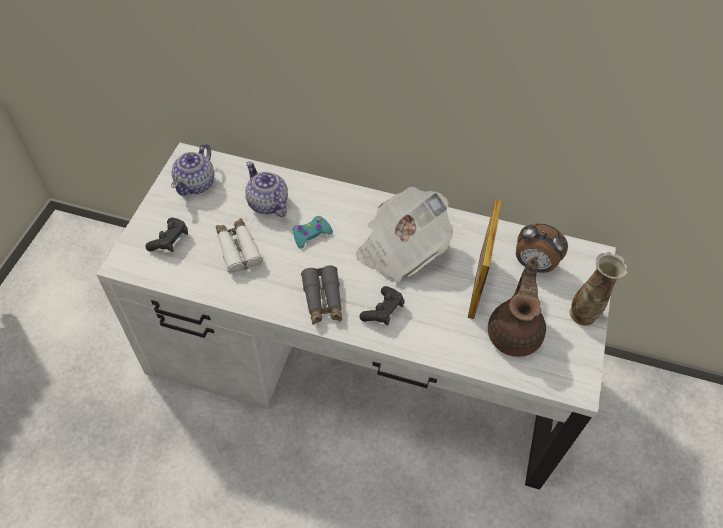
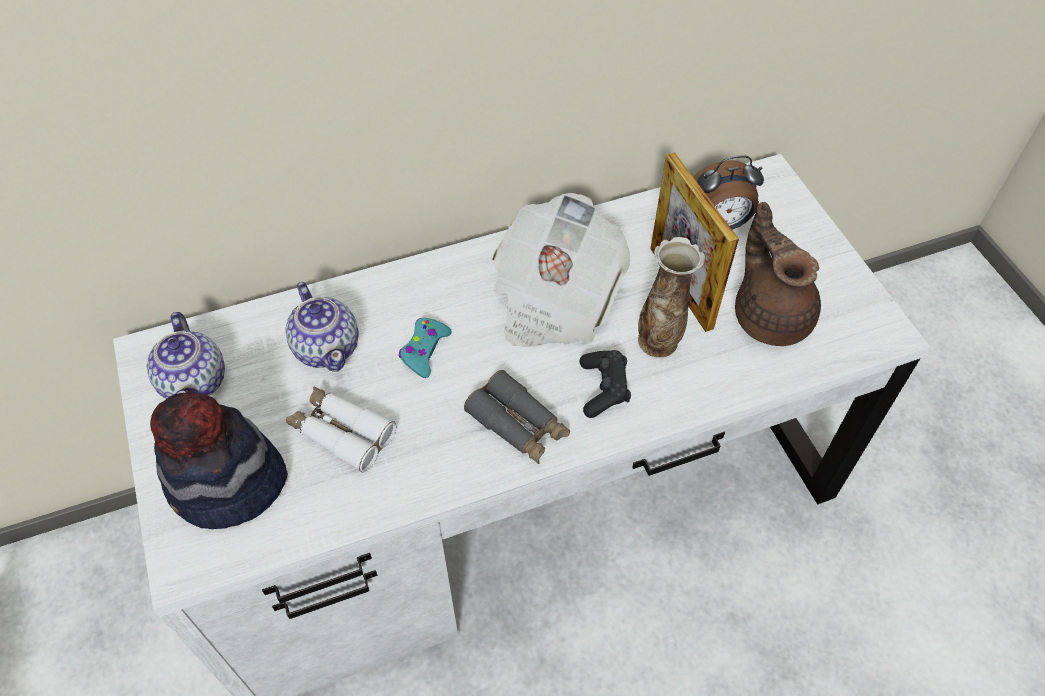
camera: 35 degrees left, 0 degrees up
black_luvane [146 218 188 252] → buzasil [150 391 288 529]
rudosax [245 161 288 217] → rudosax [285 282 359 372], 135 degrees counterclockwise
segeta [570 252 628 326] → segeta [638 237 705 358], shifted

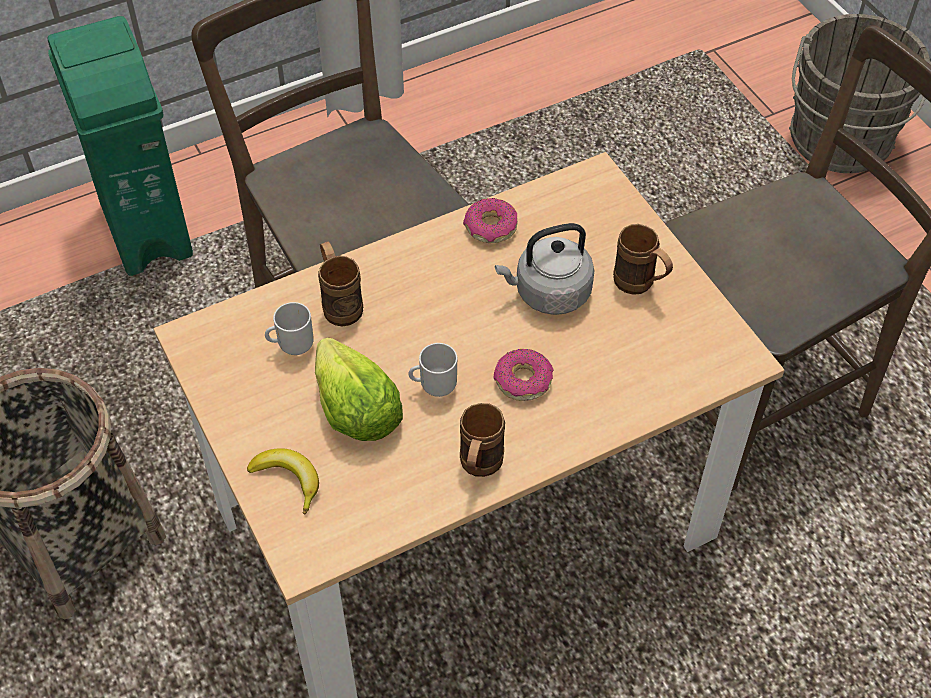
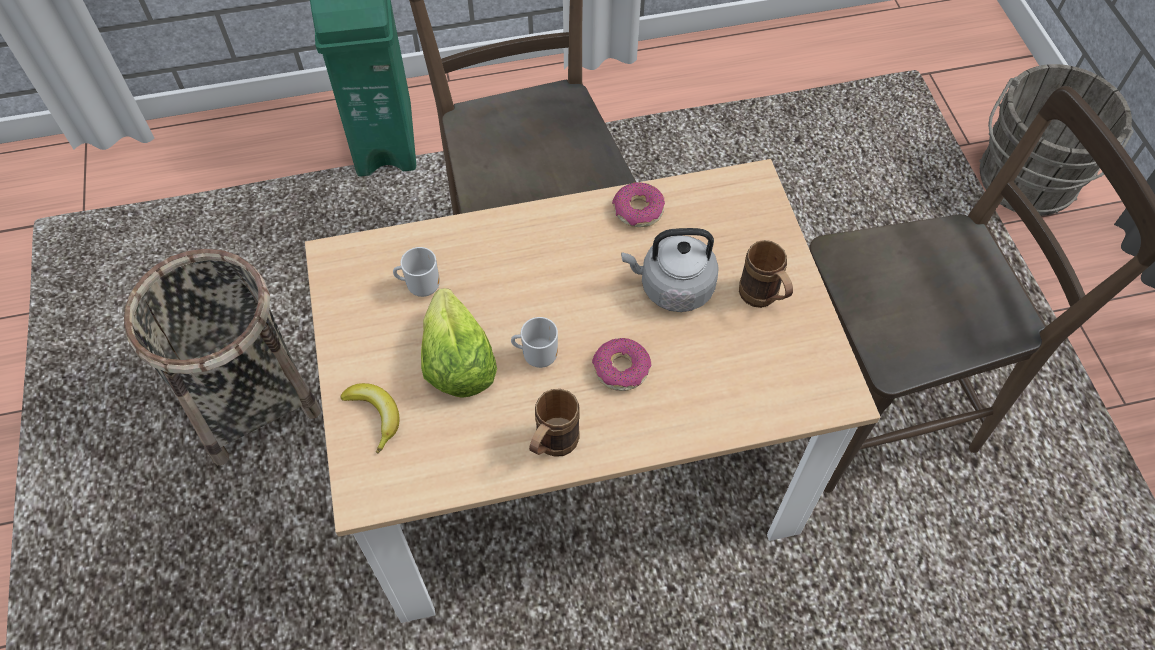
camera: 15 degrees right, 5 degrees up
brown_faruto [318 241 363 326] → -

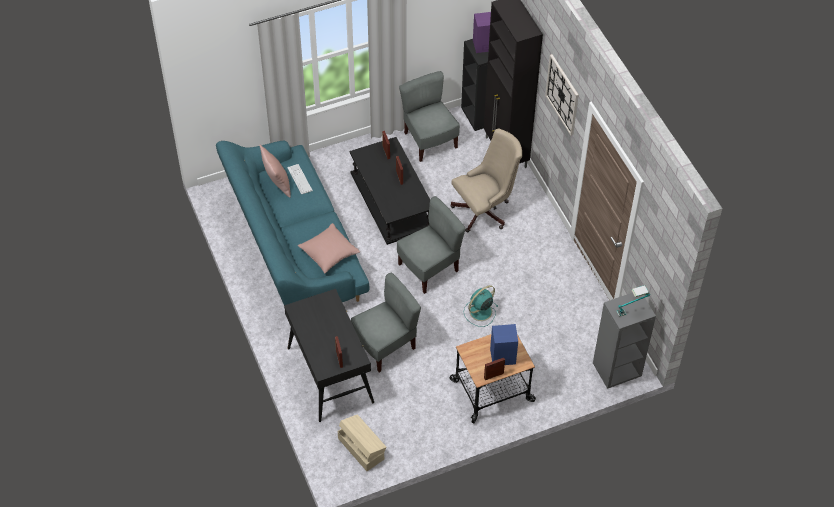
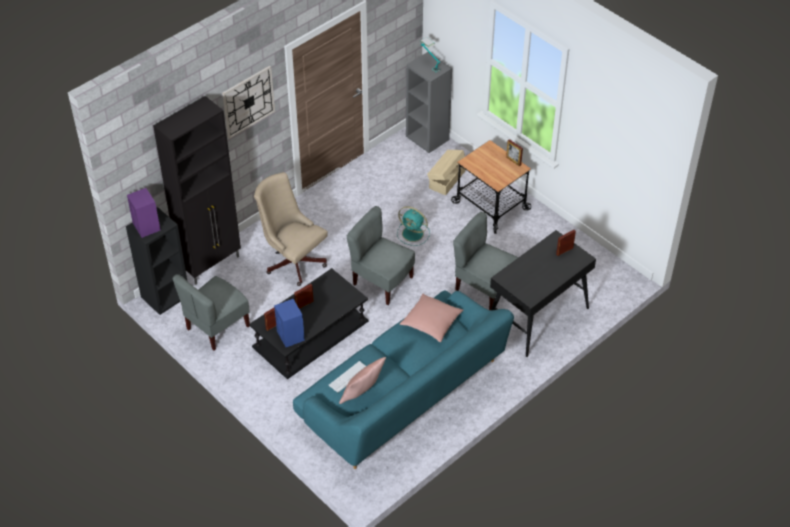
camera: 110 degrees left, 5 degrees down
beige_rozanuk [338 414 386 471] → beige_rozanuk [427 150 466 195], shifted
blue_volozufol [490 324 518 365] → blue_volozufol [274 299 305 347], shifted

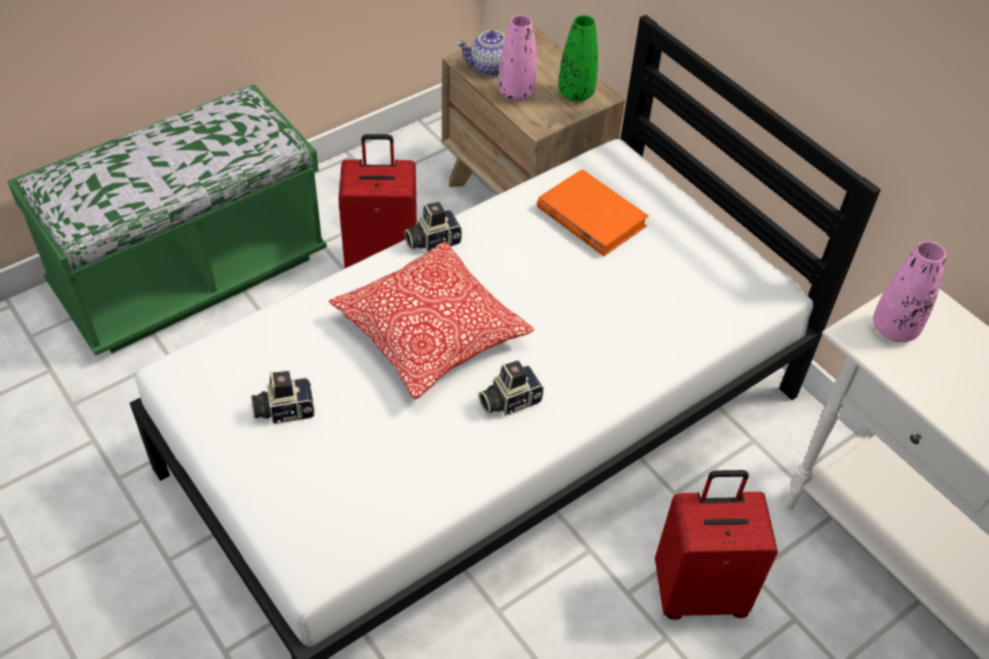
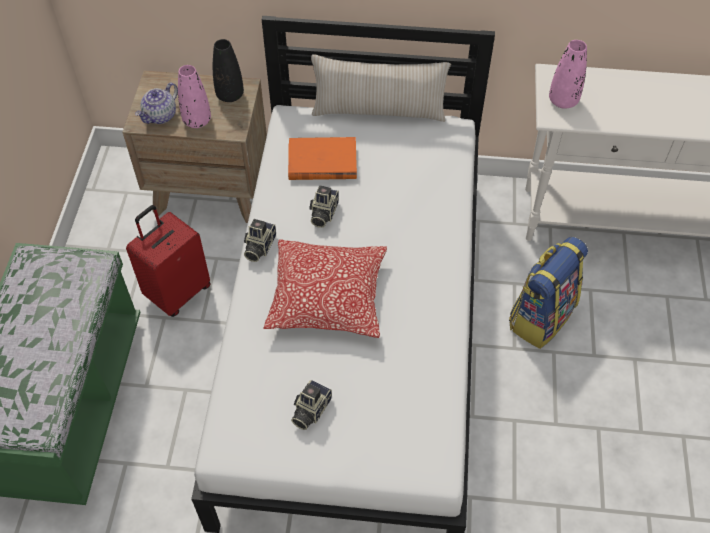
camera: 45 degrees left, 5 degrees up
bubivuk [479 361 544 416] → bubivuk [309 185 339 228], shifted
green_segeta [558 15 598 101] → black_segeta [213 39 244 102]
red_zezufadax [655 470 778 620] → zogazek [509 237 588 349]
- → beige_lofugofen [311 54 451 122]

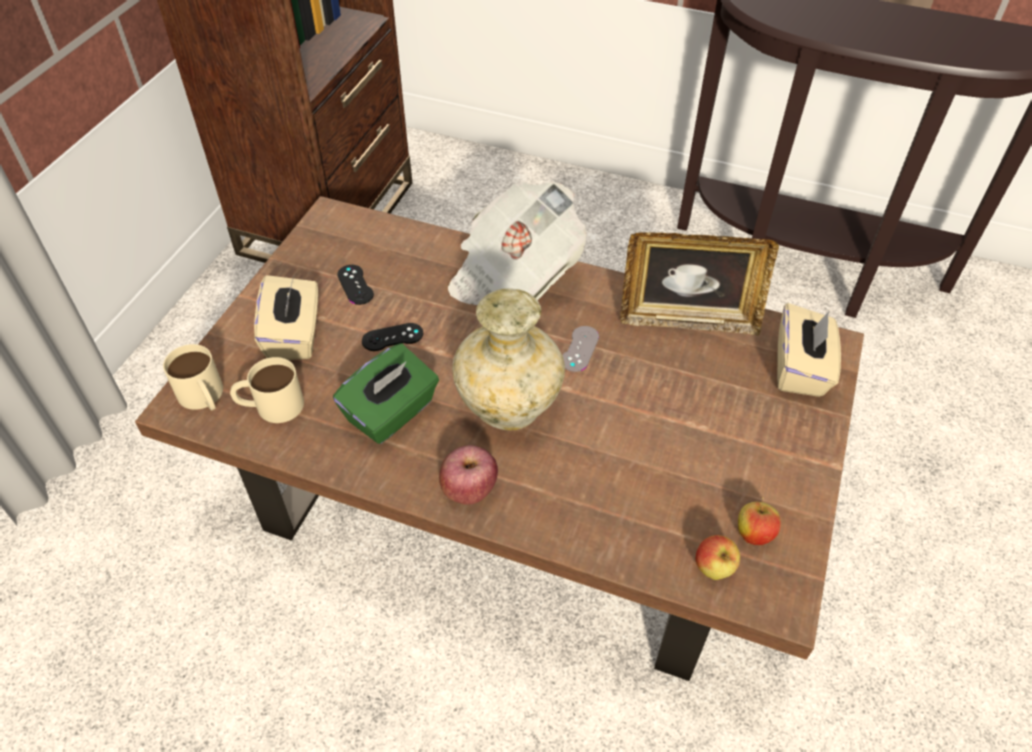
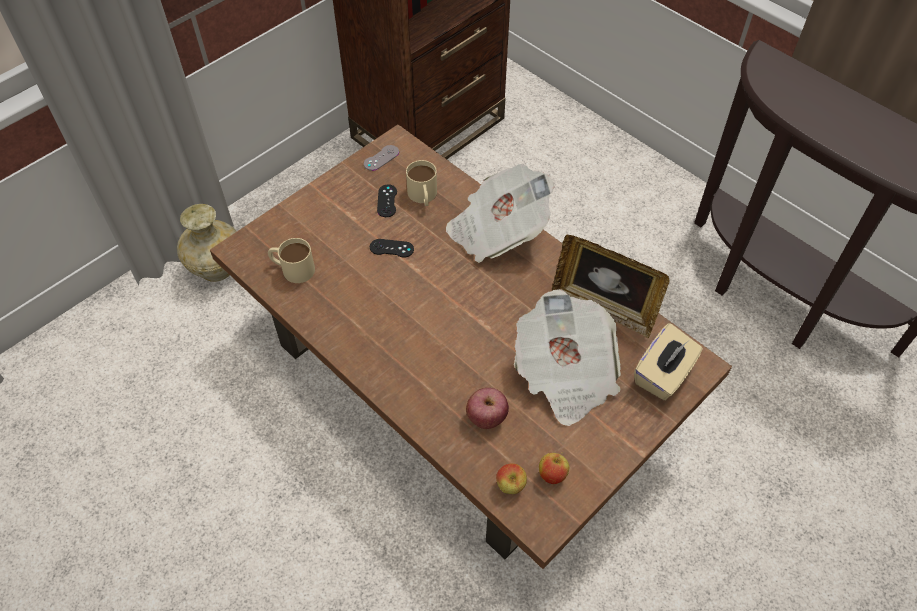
camera: 25 degrees right, 5 degrees up
beige_faruto [163 344 223 411] → beige_faruto [406 160 437 206], shifted
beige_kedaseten [254 275 318 360] → -
green_kedaseten [333 343 439 444] → -
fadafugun [439 445 498 505] → fadafugun [466 388 509 429], shifted
beige_segeta [452 288 565 431] → beige_segeta [177 204 237 282], shifted
grey_luvane [563 326 599 372] → grey_luvane [364 145 399 171], shifted
- → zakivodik [514 289 621 426]

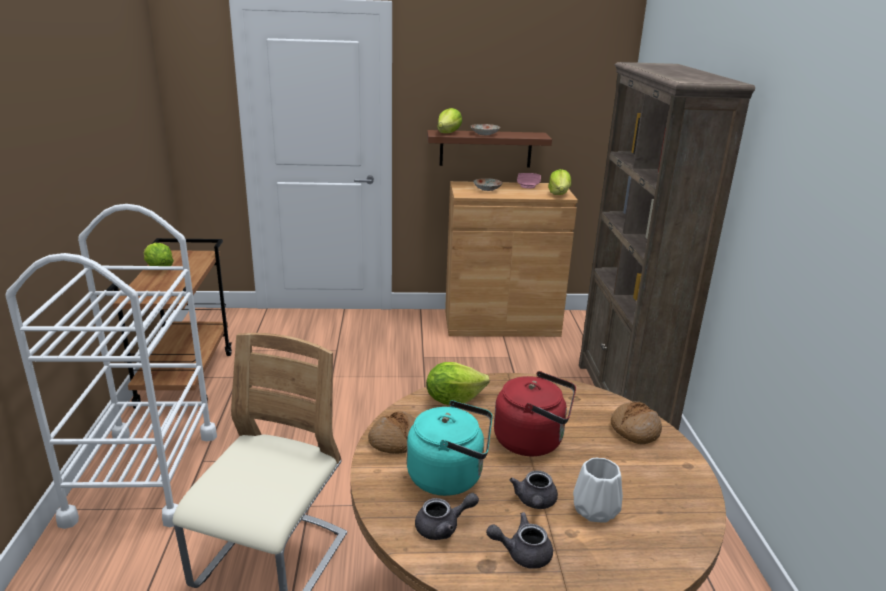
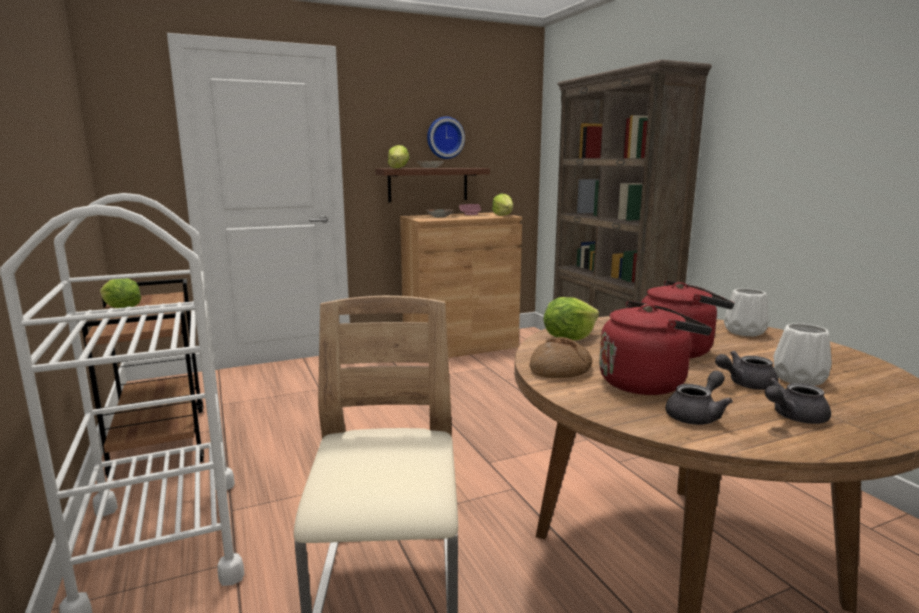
camera: 20 degrees left, 10 degrees down
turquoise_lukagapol [407 400 493 496] → red_lukagapol [599 301 712 395]
grey_rudosax [510 471 558 509] → grey_rudosax [715 351 779 390], 90 degrees clockwise
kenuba [611 401 662 444] → white_segeta [724 288 768 336]
- → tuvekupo [427 116 465 159]

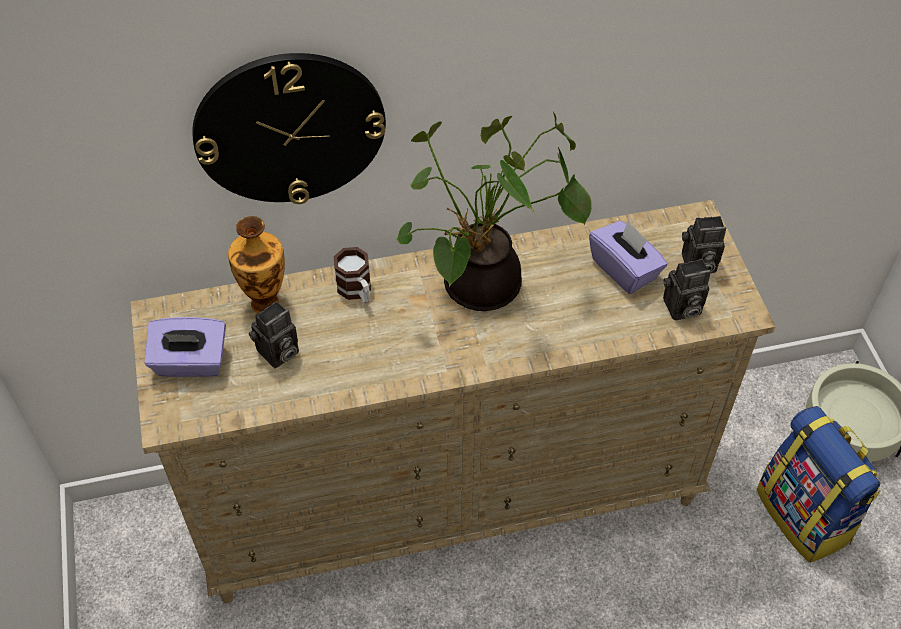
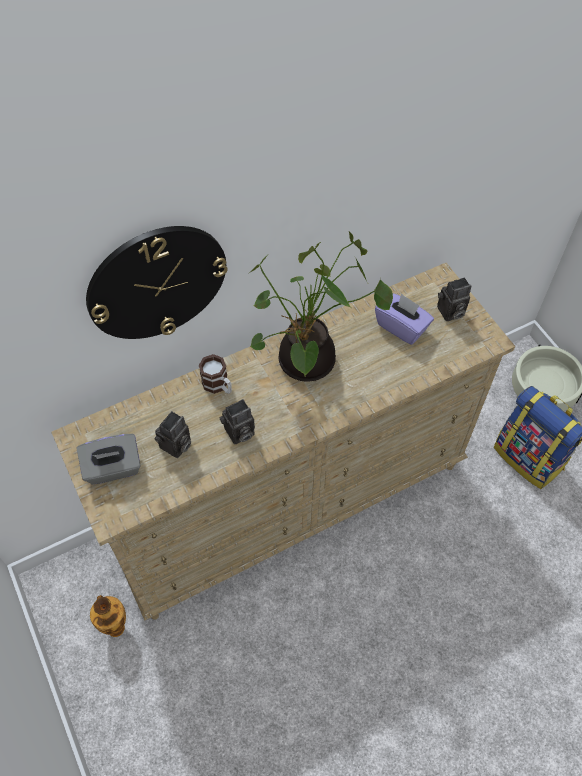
camera: 15 degrees left, 5 degrees up
purple_kedaseten [145 317 226 377] → grey_kedaseten [76 434 141 485]
segeta [228 216 285 313] → segeta [90 595 126 637], shifted
bubivuk [663 259 711 320] → bubivuk [219 399 255 444], shifted

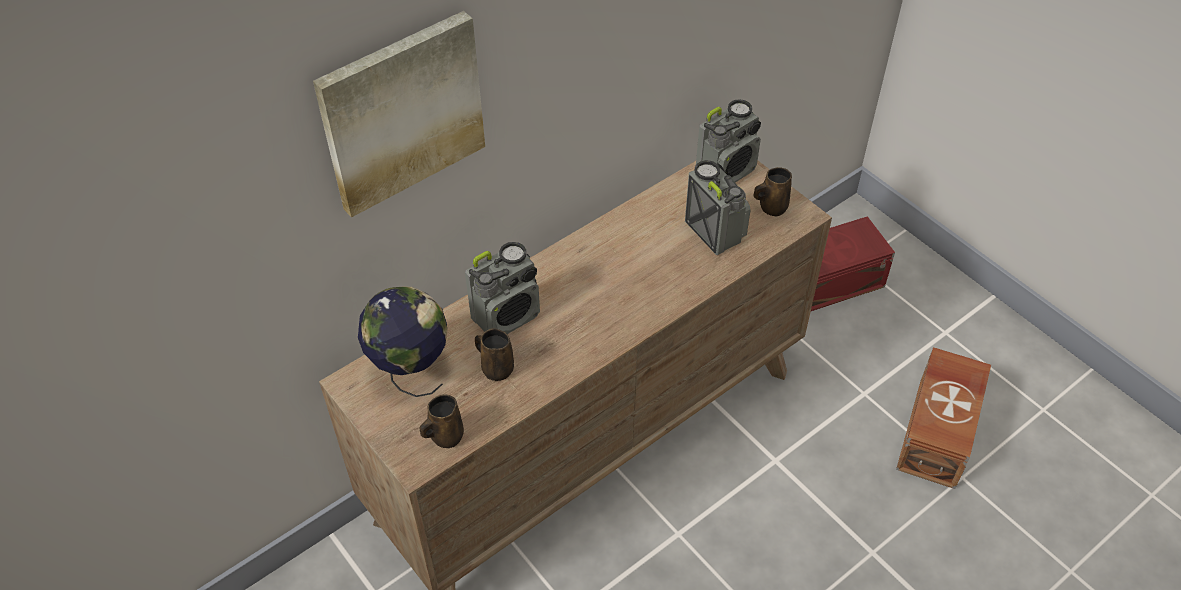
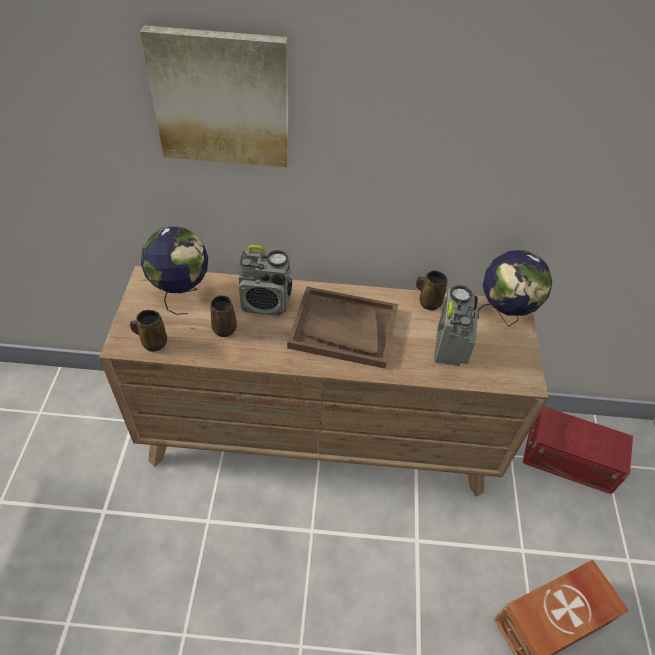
camera: 40 degrees right, 0 degrees up
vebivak [696 99 761 182] → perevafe [478 250 552 327]
brown_faruto [753 167 792 216] → brown_faruto [416 270 448 310], shifted
- → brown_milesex [287 286 398 369]

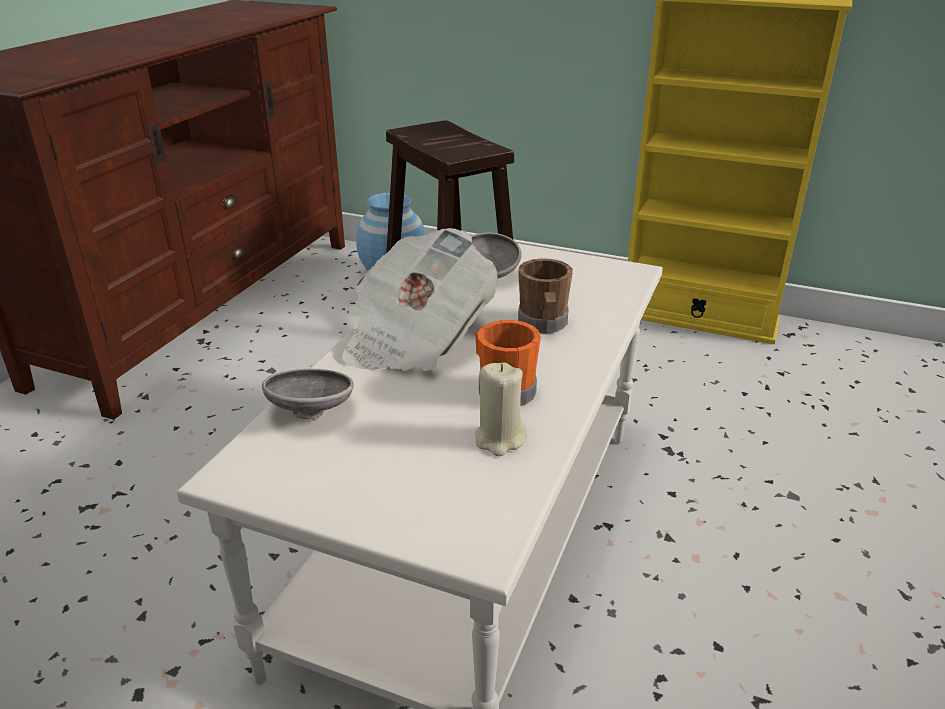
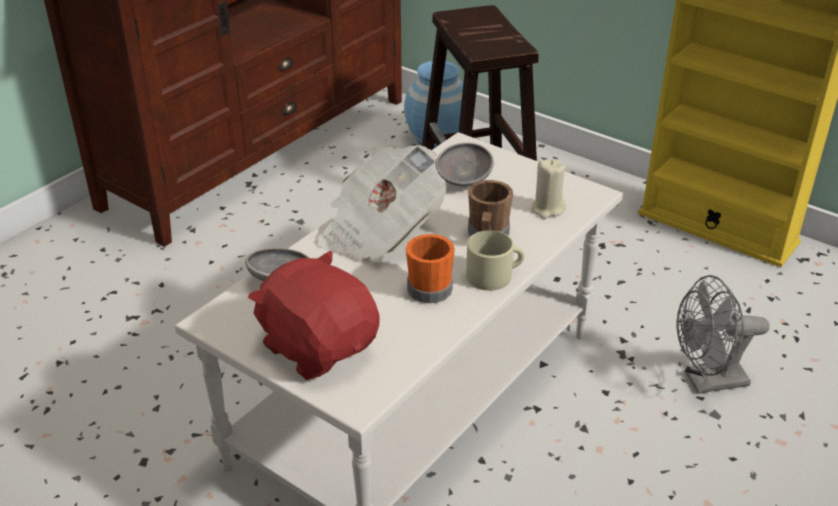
camera: 15 degrees right, 5 degrees up
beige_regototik [475 363 527 456] → beige_regototik [531 159 566 219], shifted
- → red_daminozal [248 250 380 380]
- → beige_faruto [466 230 524 291]
- → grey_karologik [676 275 770 394]

